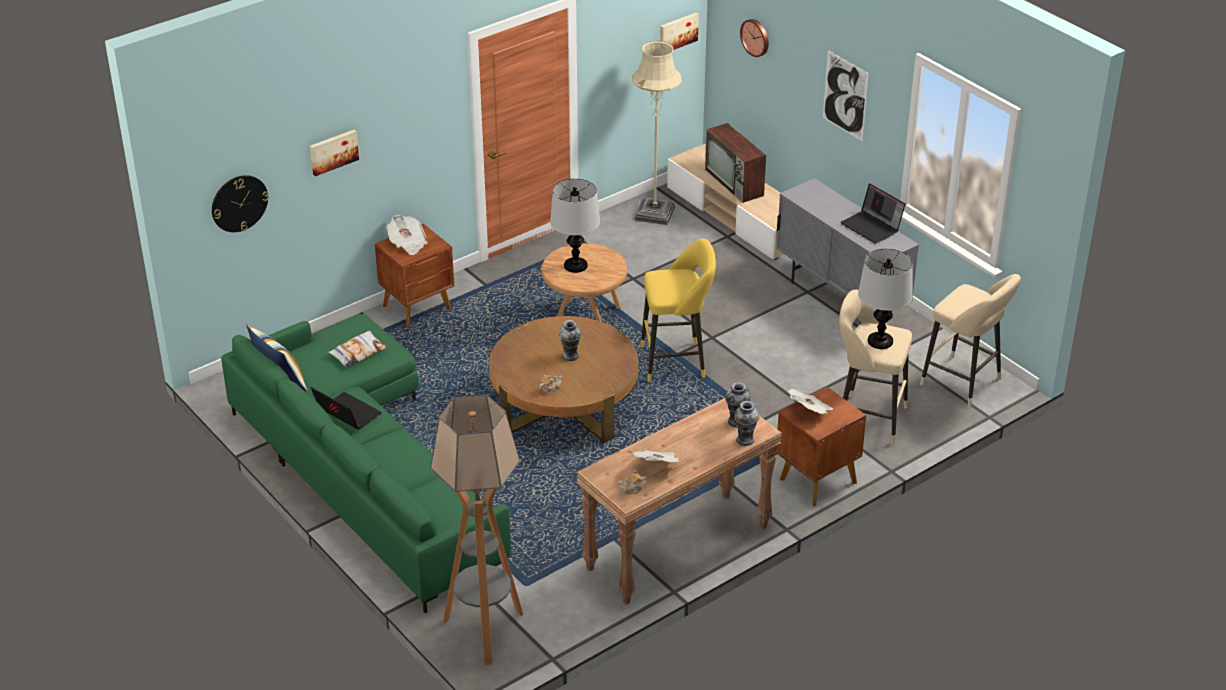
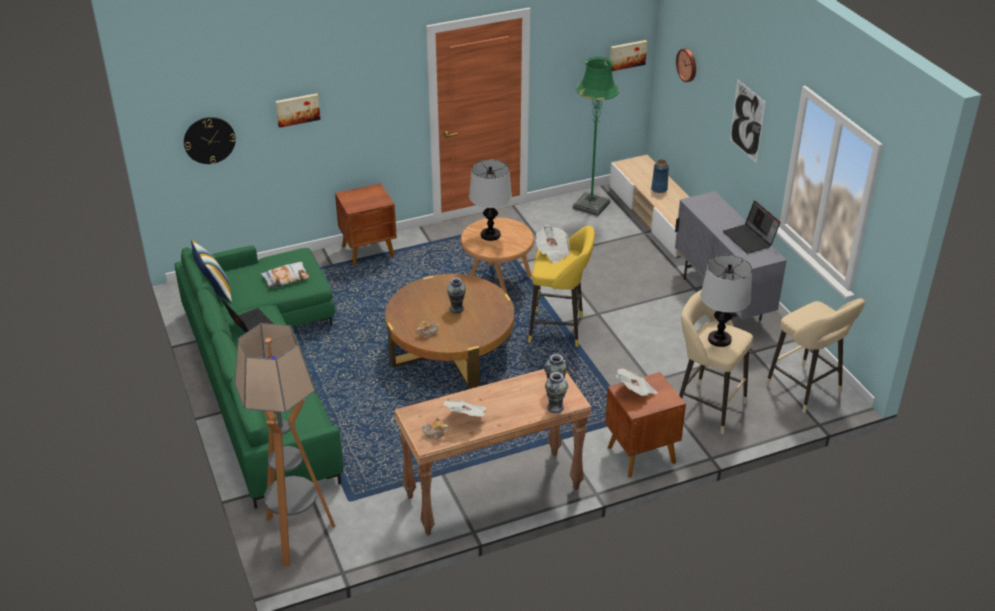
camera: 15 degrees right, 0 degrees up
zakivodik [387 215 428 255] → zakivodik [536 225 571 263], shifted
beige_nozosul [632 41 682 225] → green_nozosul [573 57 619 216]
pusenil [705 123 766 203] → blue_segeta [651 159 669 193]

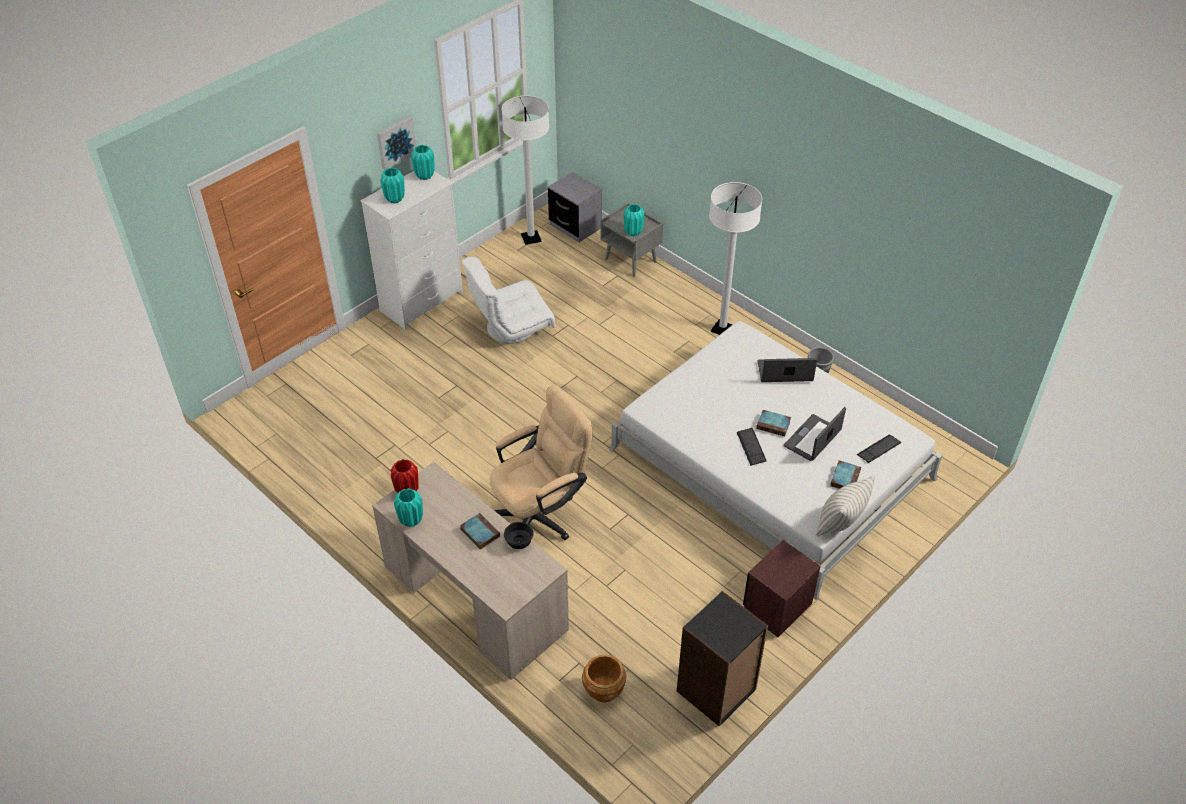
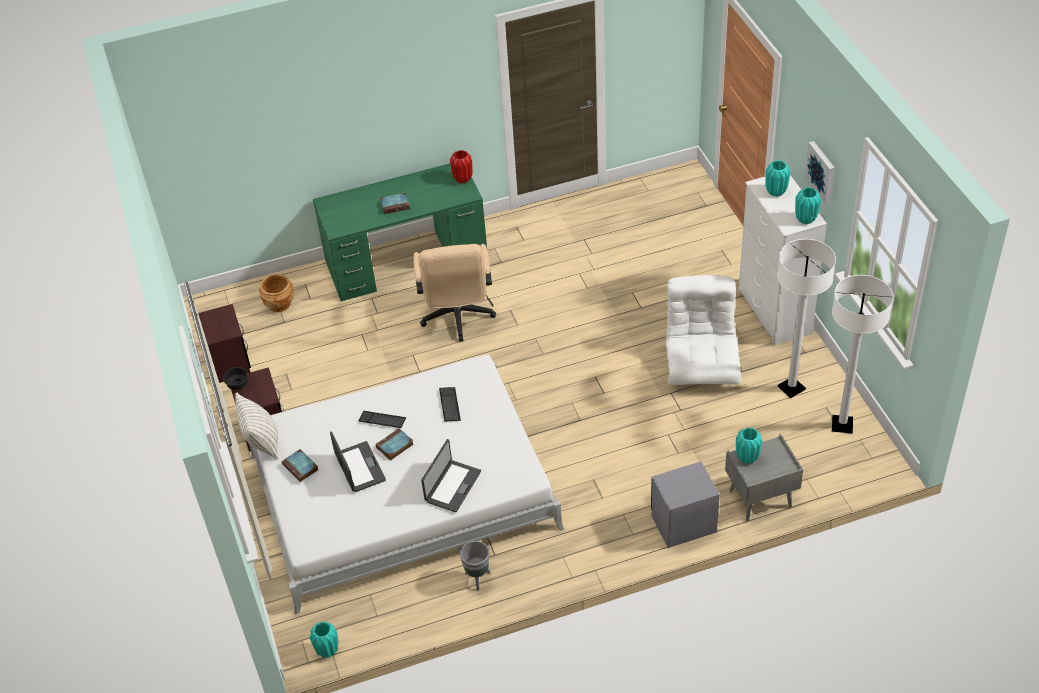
camera: 120 degrees right, 0 degrees up
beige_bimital [372 462 569 680] → green_bimital [313 163 487 301]
turquoise_segeta [394 488 423 527] → turquoise_segeta [310 622 339 658], shifted
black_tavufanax [504 522 533 549] → black_tavufanax [223 367 248 390], shifted
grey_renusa [548 172 602 242] → grey_renusa [651 461 720 548], shifted
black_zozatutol [677 591 768 727] → brown_renusa [198 304 251 383]
white_nozosul [709 182 762 335] → white_nozosul [777 239 836 398], shifted
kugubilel [857 434 901 463] → kugubilel [439 387 461 422], shifted

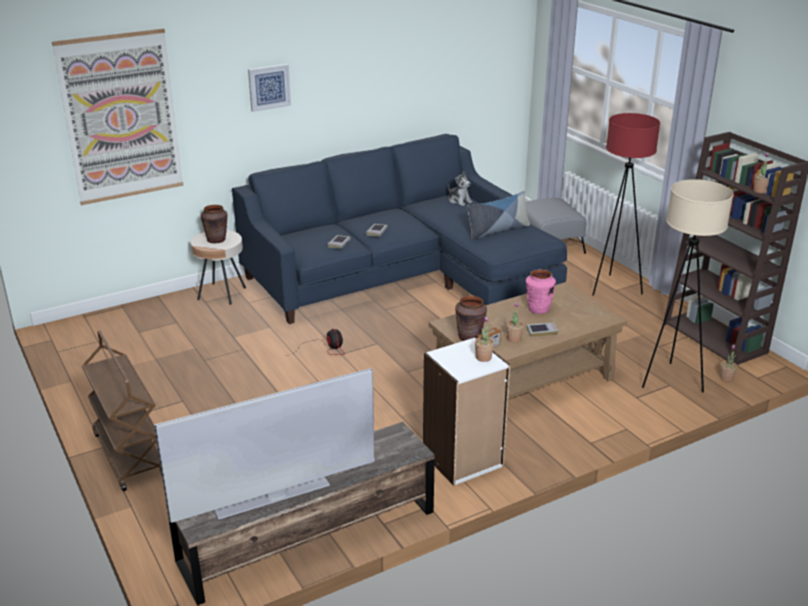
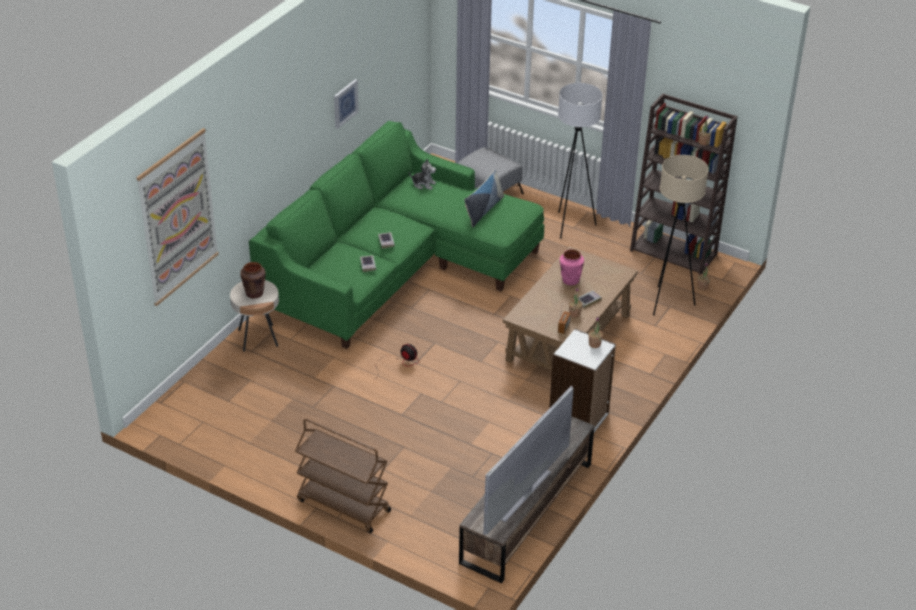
camera: 30 degrees left, 10 degrees up
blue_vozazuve [232 134 567 324] → green_vozazuve [249 121 544 349]
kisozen [248 64 291 112] → kisozen [334 79 359 129], shifted
brown_segeta [455 296 487 341] → -
red_nozosul [593 113 660 296] → white_nozosul [558 83 603 239]

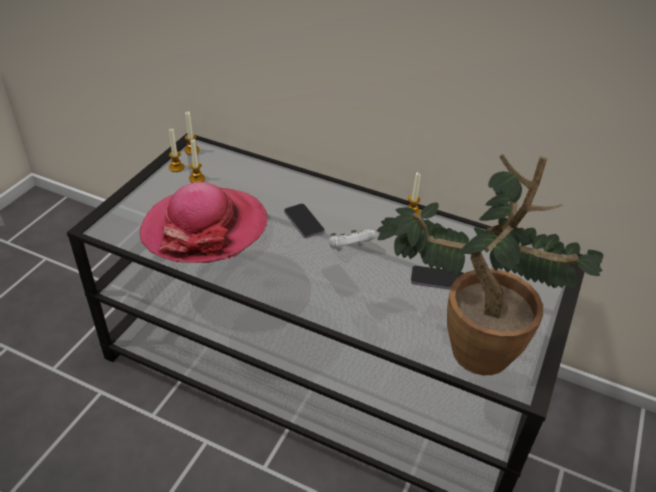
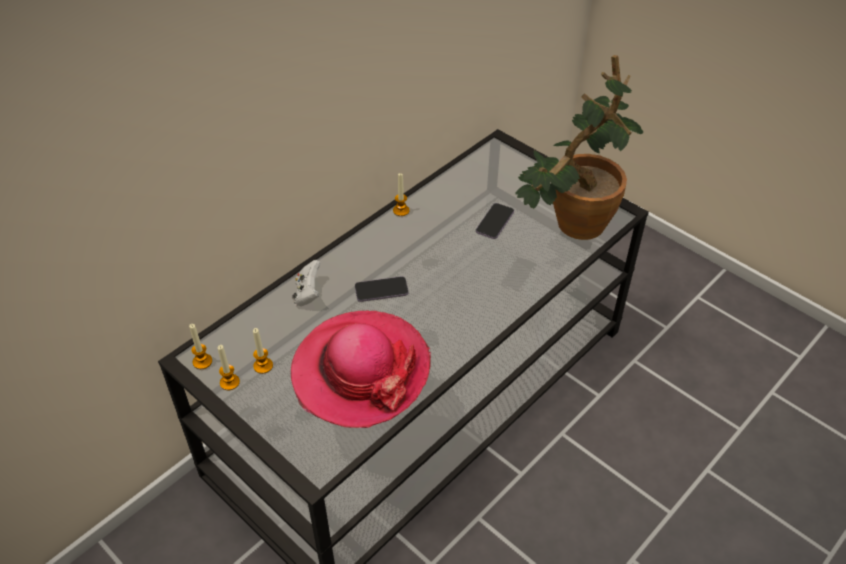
camera: 70 degrees left, 5 degrees up
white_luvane [329 229 377 251] → white_luvane [292 260 321 306], shifted

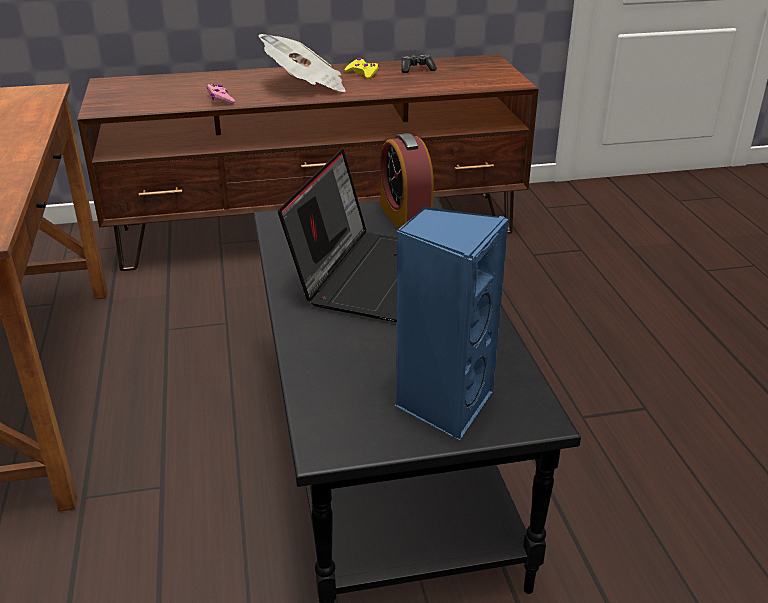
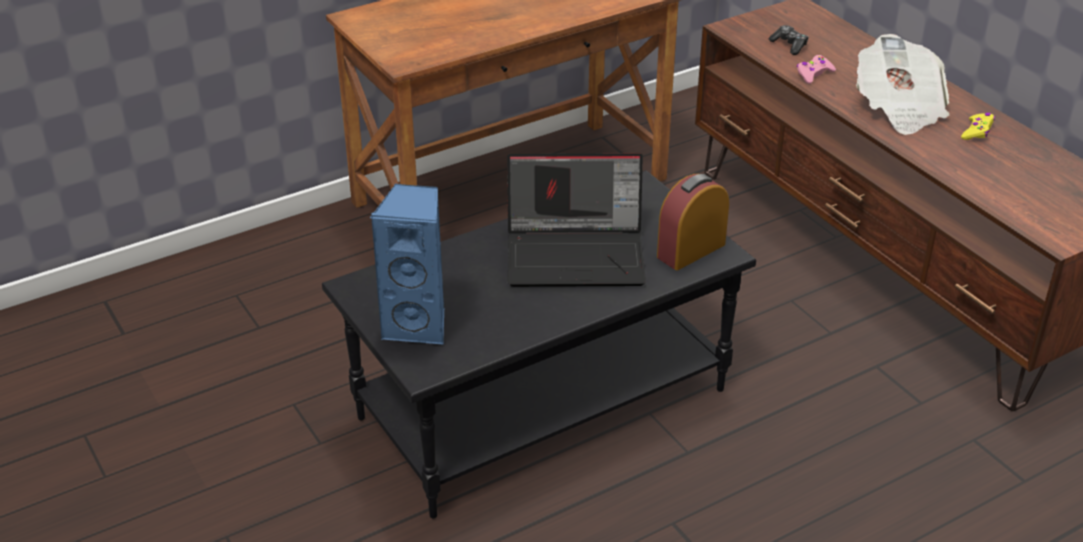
camera: 70 degrees right, 5 degrees up
luvane [401 55 437 73] → luvane [769 25 809 55], shifted

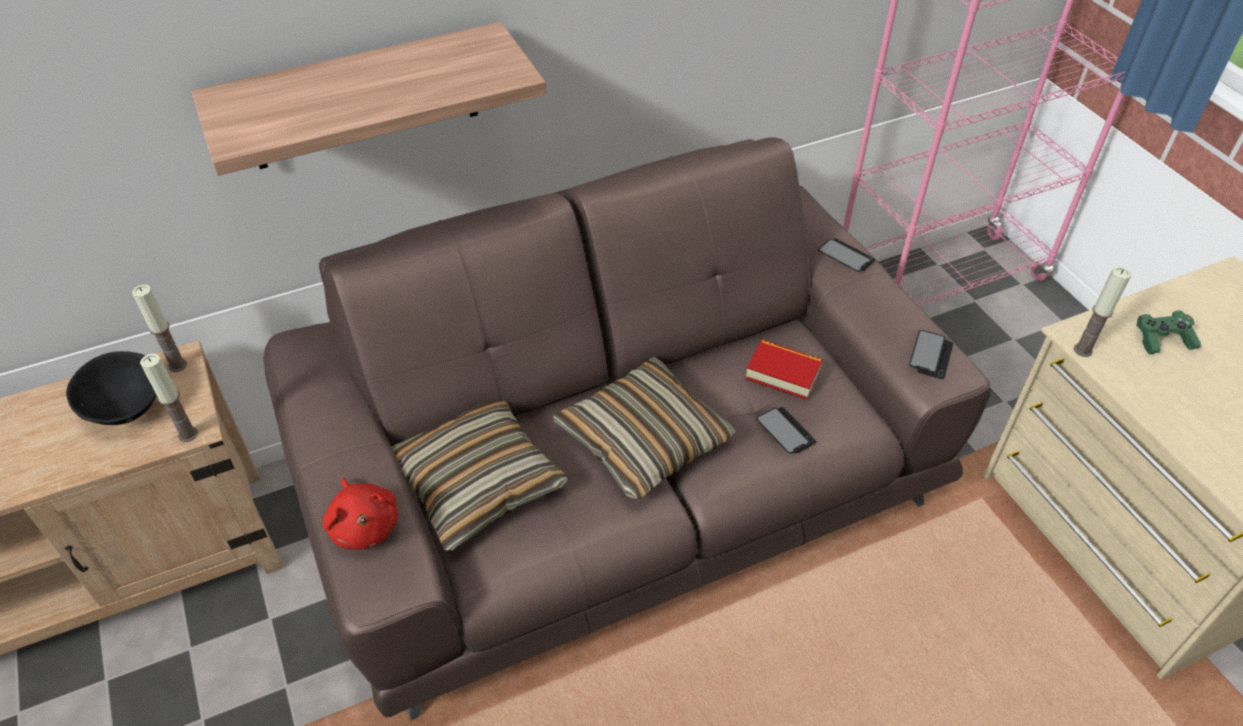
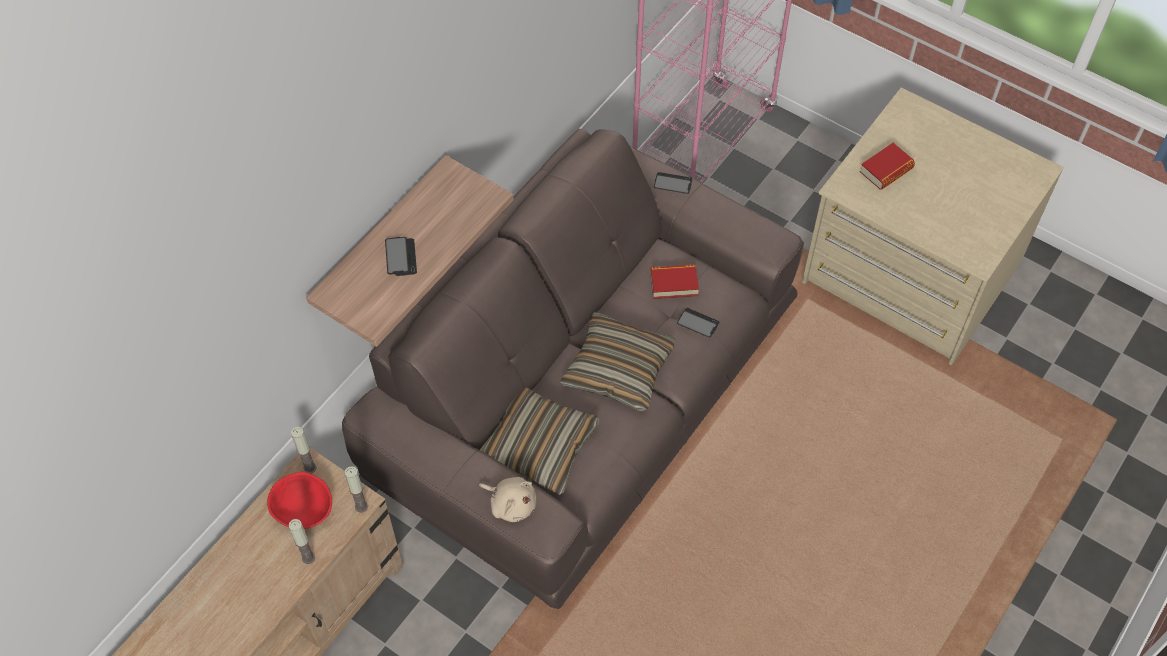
camera: 30 degrees left, 10 degrees up
black_tavufanax [66 351 157 425] → red_tavufanax [267 472 332 529]
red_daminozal [323 478 398 550] → beige_daminozal [479 477 536 522]
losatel [909 330 953 379] → losatel [385 237 417 276], shifted
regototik [1074 267 1131 357] → regototik [289 519 315 564], shifted
green_luvane [1136 311 1201 354] → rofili [859 143 915 189]

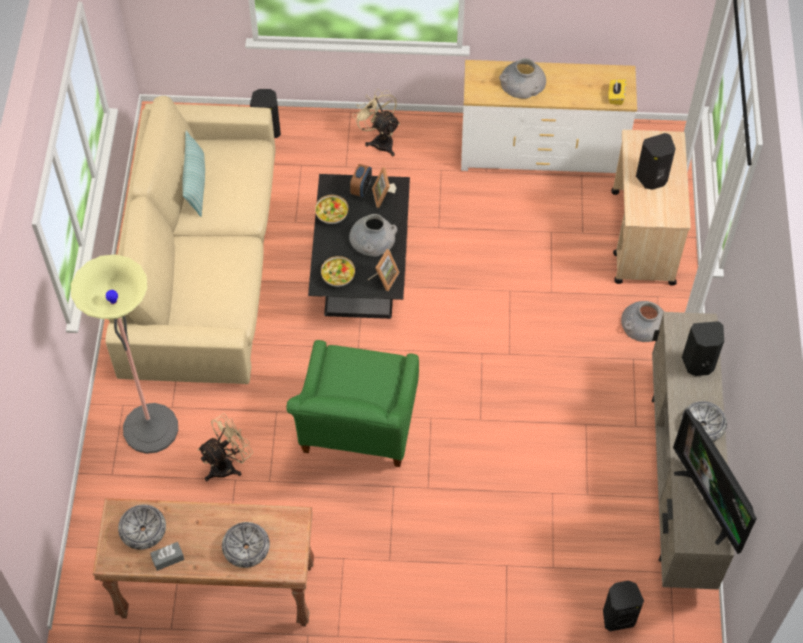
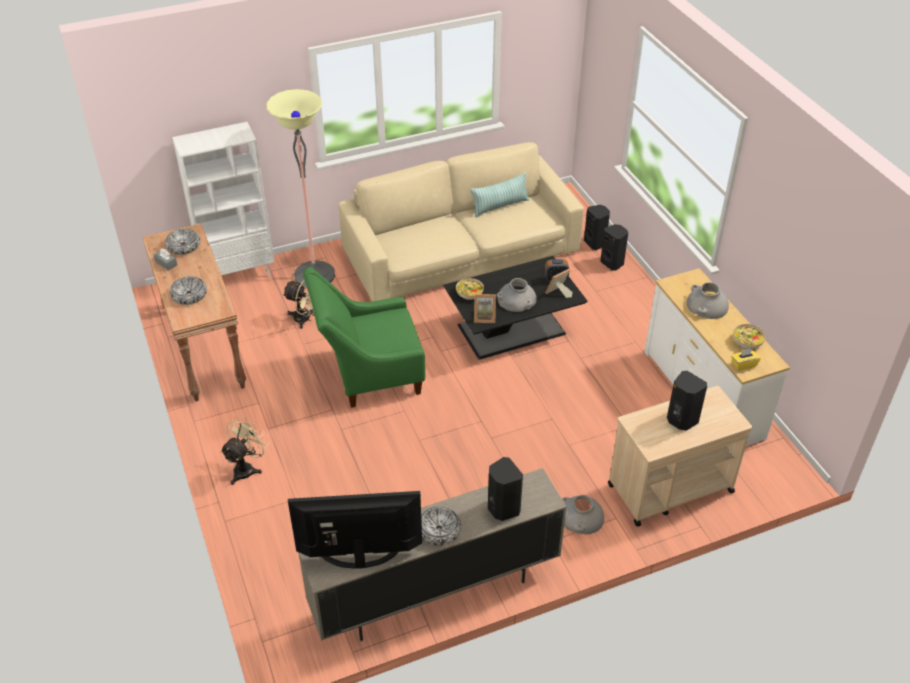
camera: 65 degrees right, 15 degrees down
tavufanax [315 195 348 224] → tavufanax [733 324 765 349], shifted
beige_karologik [352 89 400 157] → beige_karologik [220 416 270 485], shifted
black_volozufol [603 580 644 631] → black_volozufol [600 224 628 271], shifted
pusenil [673 409 757 554] → pusenil [288 491 422 569], 45 degrees clockwise
- → white_zozatutol [172 122 275 276]

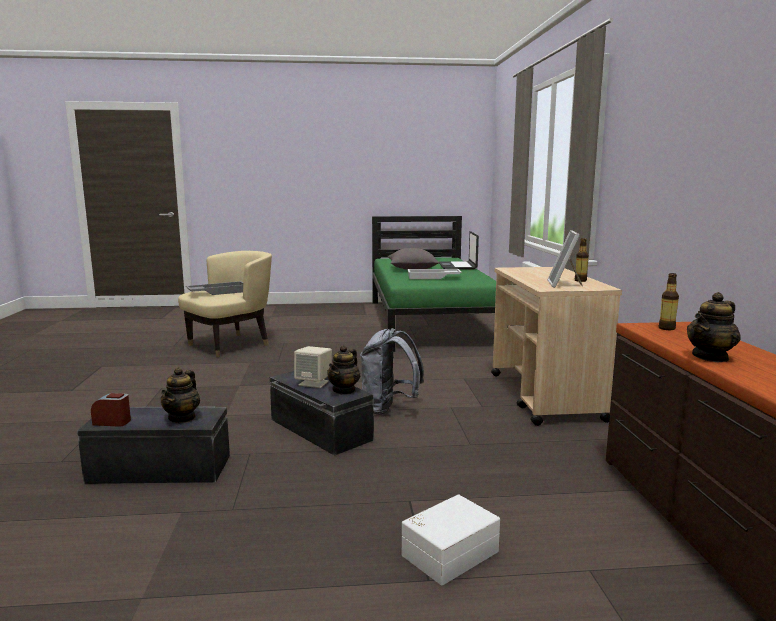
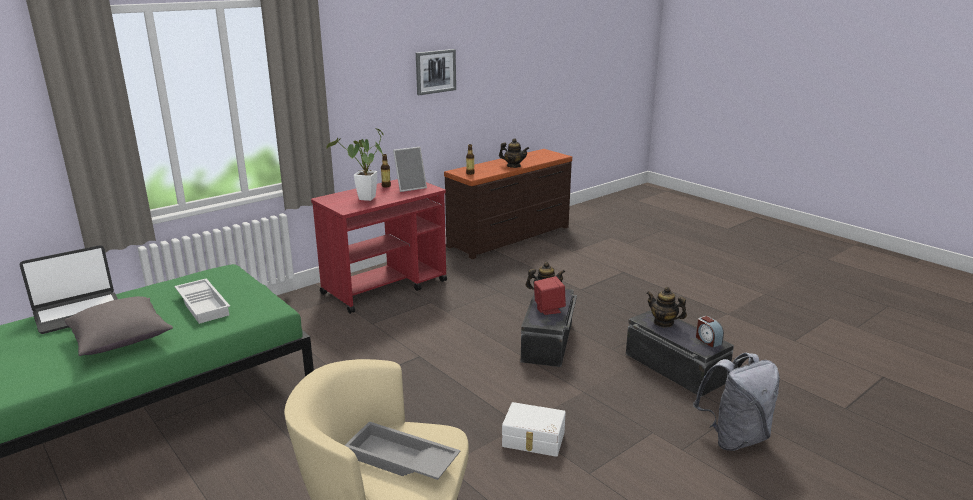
camera: 125 degrees left, 10 degrees up
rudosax [161 367 200 423] → rudosax [647 287 687 327], 120 degrees counterclockwise
beige_volozufol [294 346 332 388] → red_volozufol [534 276 566 315]
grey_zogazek [360 328 424 415] → grey_zogazek [693 353 780 451], shifted
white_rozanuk [402 494 500 585] → white_rozanuk [502 402 566 457], shifted
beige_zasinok [491 267 622 426] → red_zasinok [311 179 447 314]
- → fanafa [326 128 384 201]
- → kisozen [416 49 456 95]

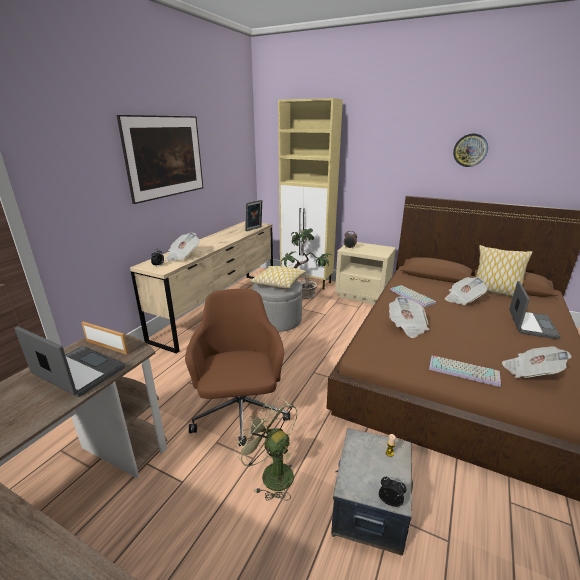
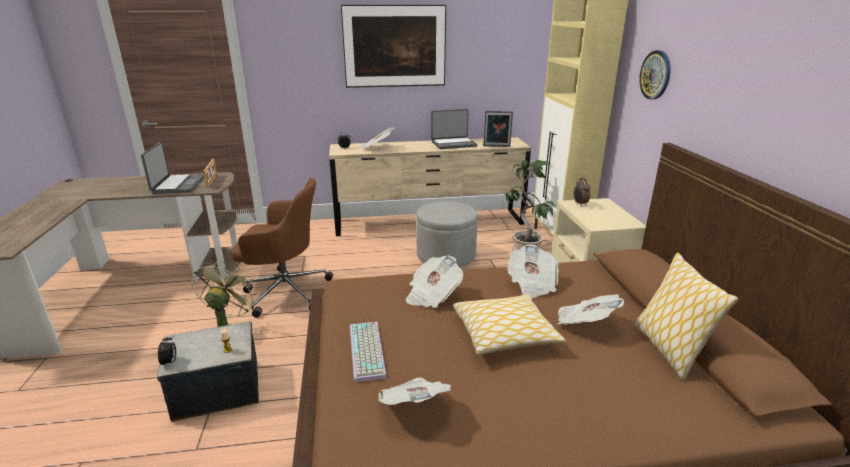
camera: 55 degrees right, 0 degrees up
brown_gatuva [185 289 290 446] → brown_gatuva [231 178 333 318], 45 degrees clockwise
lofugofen [250 266 306 289] → lofugofen [453 294 566 355], shifted
kugubilel [390 285 436 307] → zakivodik [507 244 559 298]
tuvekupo [453 134 488 167] → tuvekupo [639 50 671 99], shifted
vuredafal [509 281 561 339] → vuredafal [431 109 477 149], shifted

